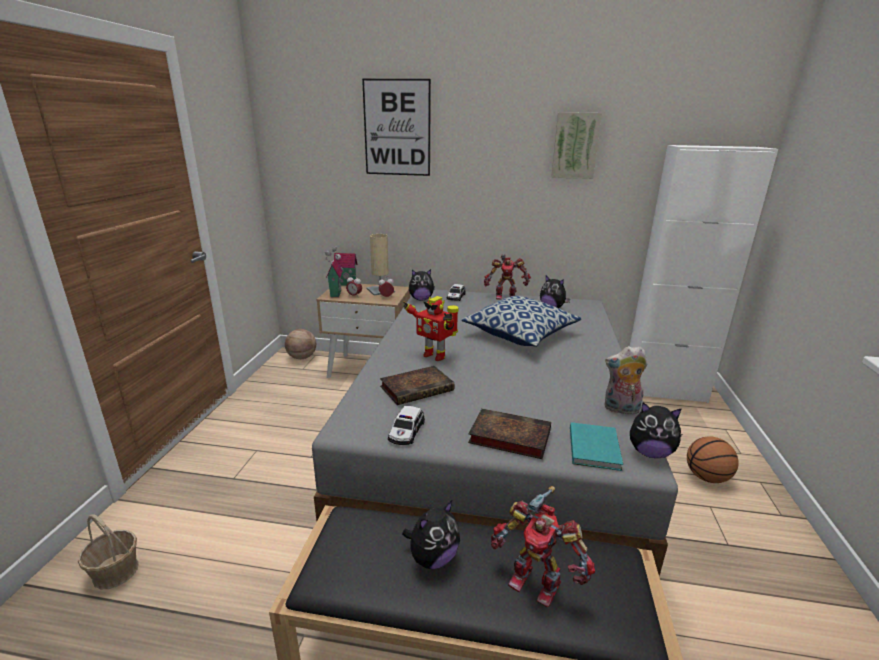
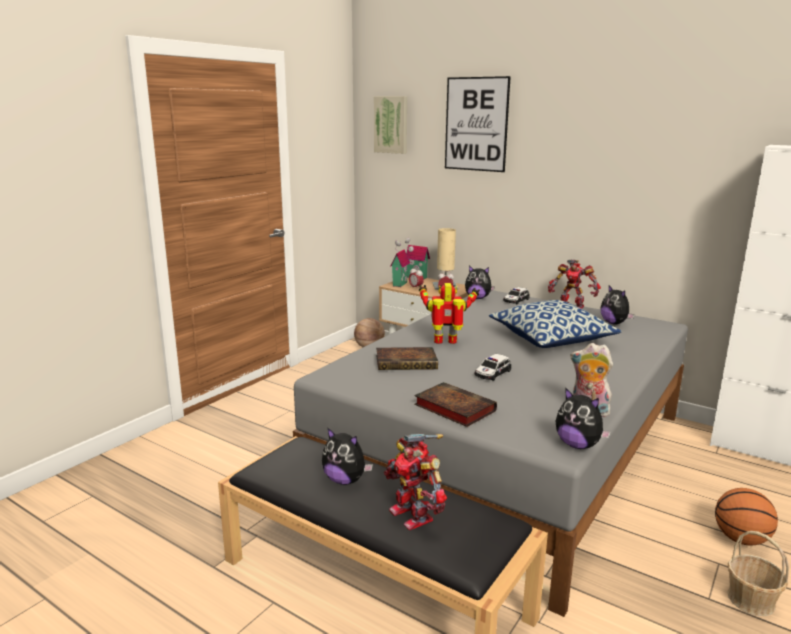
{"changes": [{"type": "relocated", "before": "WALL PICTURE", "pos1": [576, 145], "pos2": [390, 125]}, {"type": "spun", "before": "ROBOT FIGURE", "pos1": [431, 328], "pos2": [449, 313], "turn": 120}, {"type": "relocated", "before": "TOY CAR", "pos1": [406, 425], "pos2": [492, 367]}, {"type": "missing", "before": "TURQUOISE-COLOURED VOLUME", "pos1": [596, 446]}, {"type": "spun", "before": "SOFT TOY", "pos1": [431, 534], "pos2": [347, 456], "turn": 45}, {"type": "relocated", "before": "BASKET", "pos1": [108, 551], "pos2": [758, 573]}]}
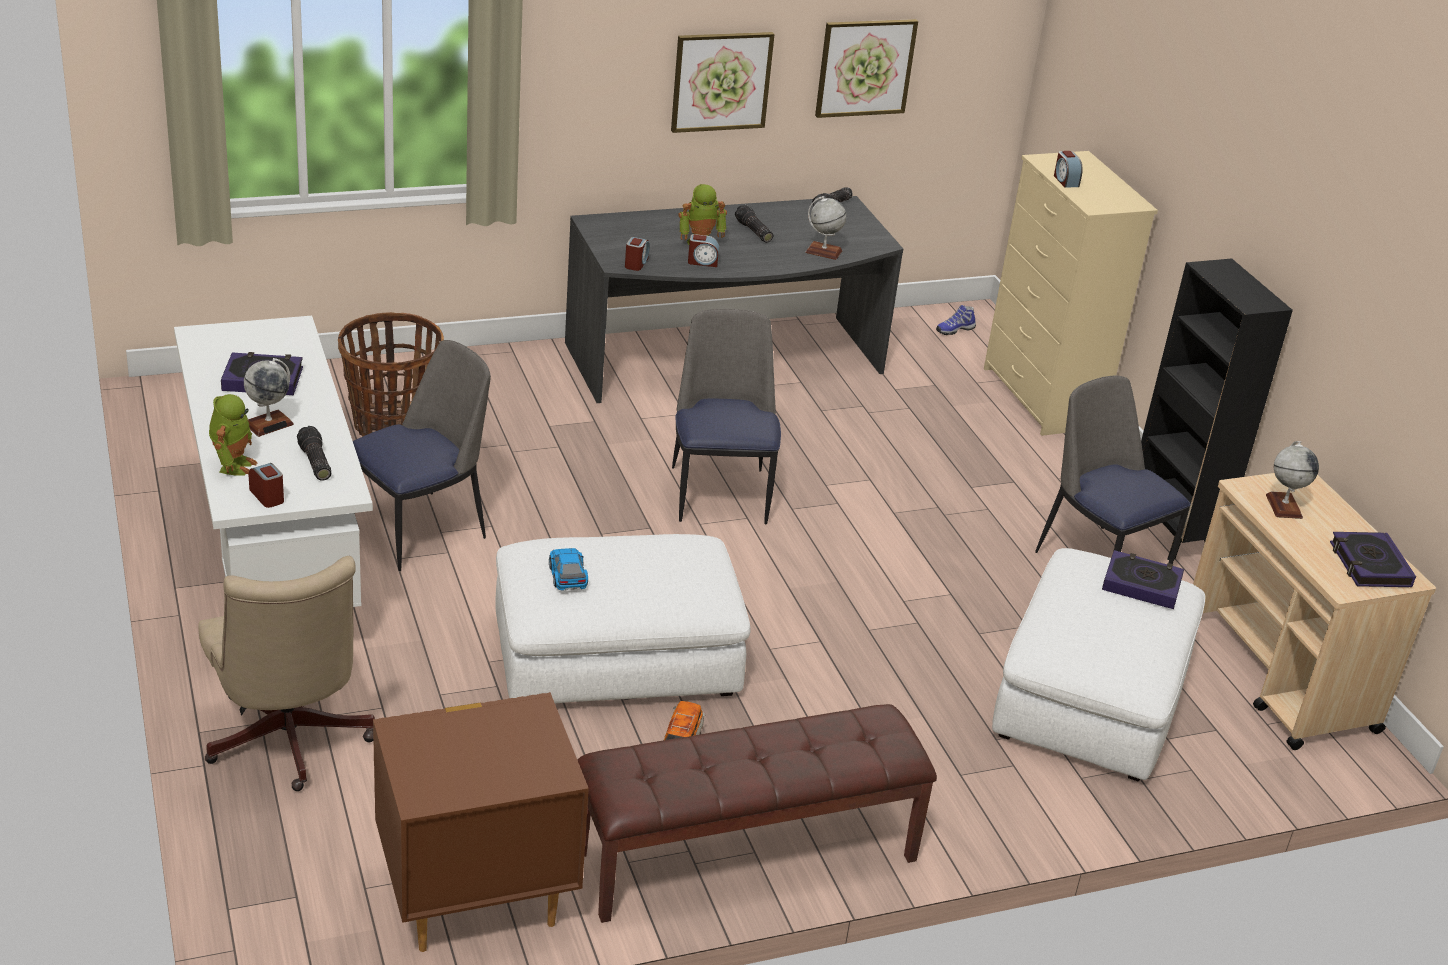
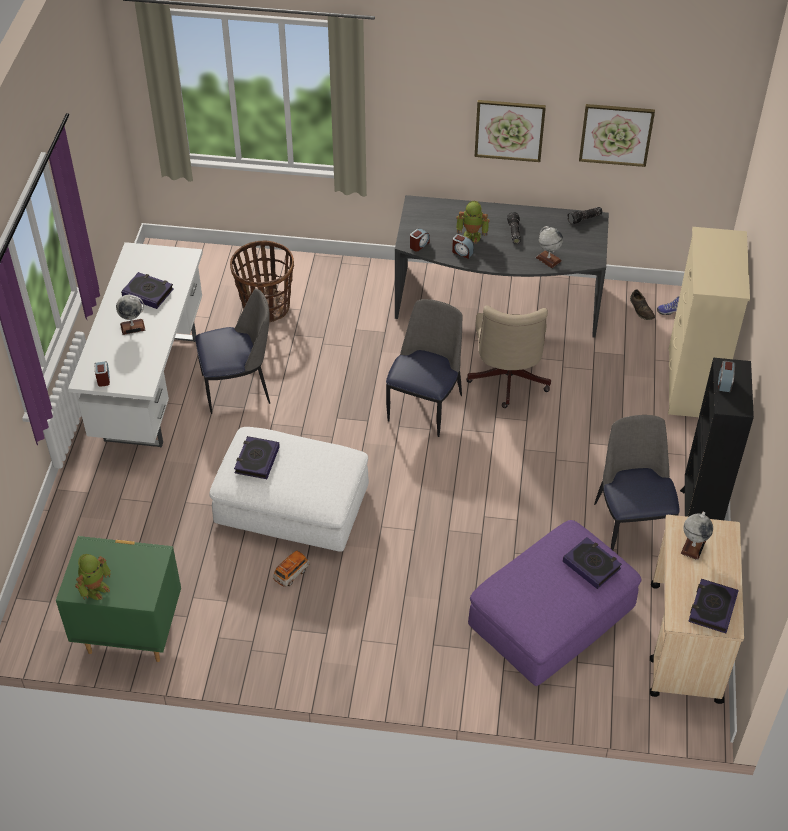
{"changes": [{"type": "relocated", "before": "TABLE CLOCK", "pos1": [1068, 169], "pos2": [726, 376]}, {"type": "relocated", "before": "ROBOT FIGURE", "pos1": [233, 435], "pos2": [93, 577]}, {"type": "missing", "before": "FLASHLIGHT", "pos1": [314, 453]}, {"type": "exchanged", "before": "TOY CAR", "after": "VOLUME", "pos1": [568, 569], "pos2": [257, 457]}, {"type": "colour", "before": "WHITE-COLOURED FOOTREST", "after": "PURPLE-COLOURED FOOTREST", "pos1": [1098, 664], "pos2": [554, 603]}, {"type": "relocated", "before": "BEIGE-COLOURED DESK CHAIR", "pos1": [287, 673], "pos2": [508, 356]}, {"type": "colour", "before": "BROWNISH NIGHTSTAND", "after": "GREEN-COLOURED NIGHTSTAND", "pos1": [481, 822], "pos2": [118, 599]}, {"type": "missing", "before": "BROWNISH BENCH", "pos1": [757, 813]}, {"type": "appeared", "after": "BROWNISH LOW SHOE", "pos2": [642, 304]}]}
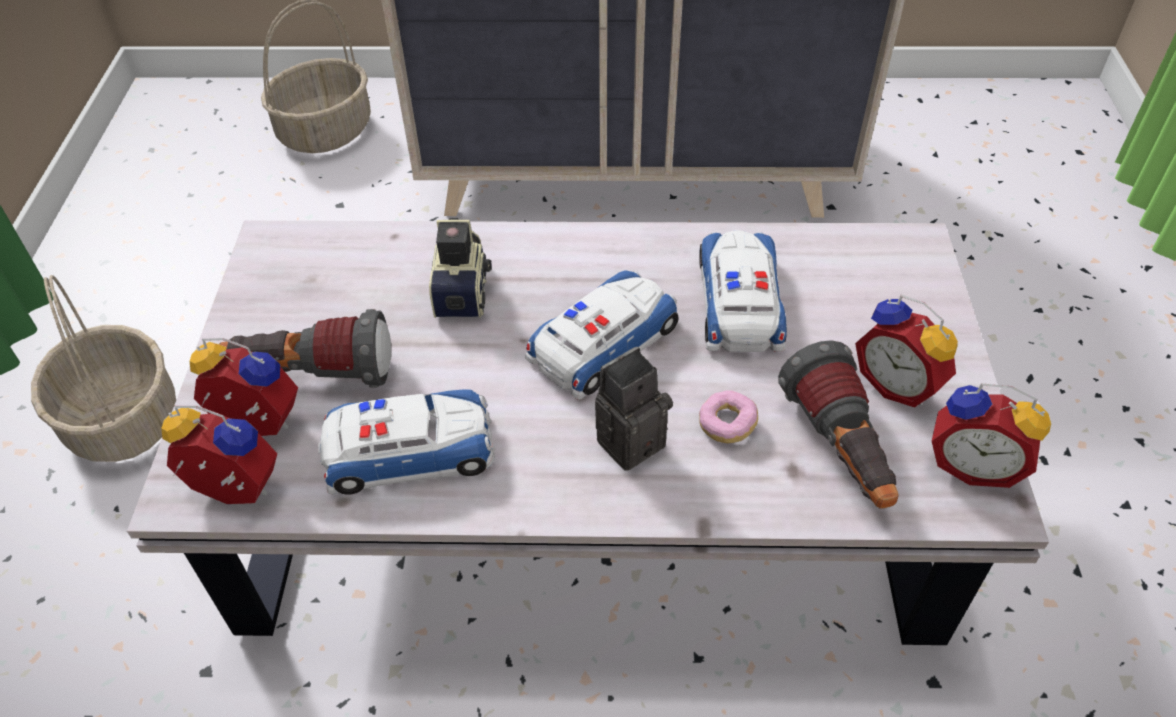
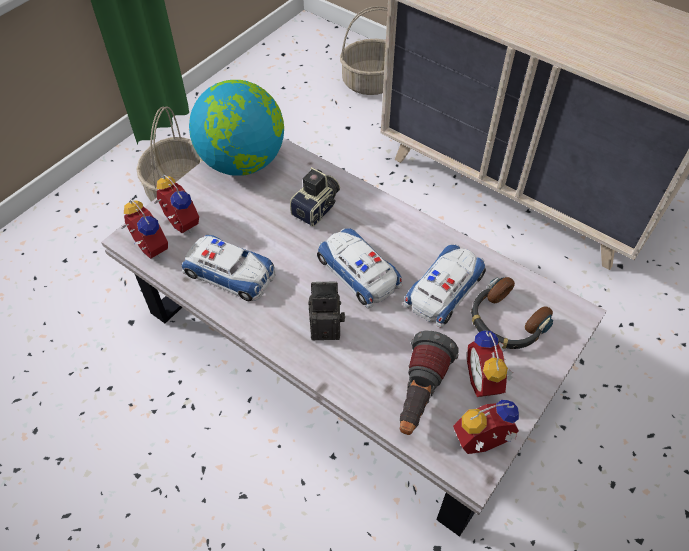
{"changes": [{"type": "spun", "before": "TOY CAR", "pos1": [602, 335], "pos2": [360, 268], "turn": -120}, {"type": "missing", "before": "FLASHLIGHT", "pos1": [305, 348]}, {"type": "spun", "before": "TABLE CLOCK", "pos1": [991, 436], "pos2": [486, 427], "turn": 105}, {"type": "missing", "before": "DOUGHNUT", "pos1": [728, 416]}, {"type": "appeared", "after": "DESK GLOBE", "pos2": [236, 128]}, {"type": "appeared", "after": "HEADSET", "pos2": [512, 313]}]}
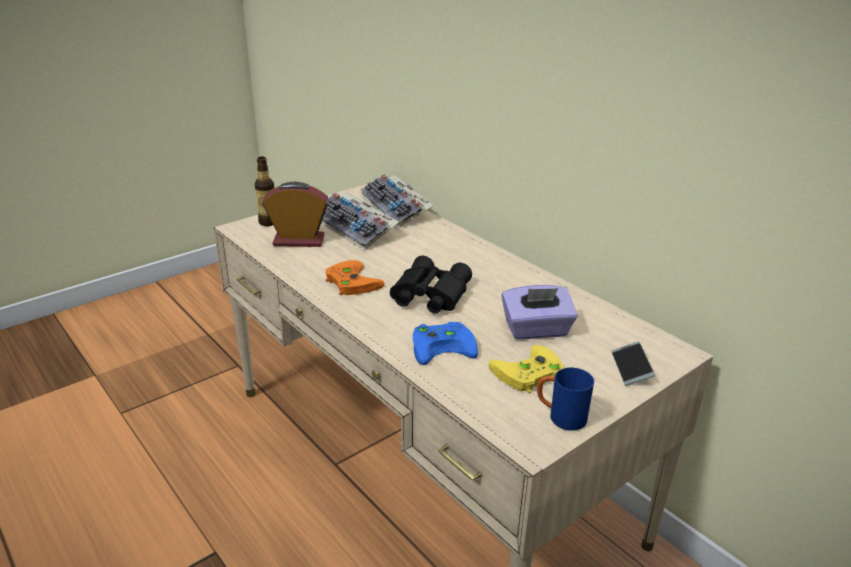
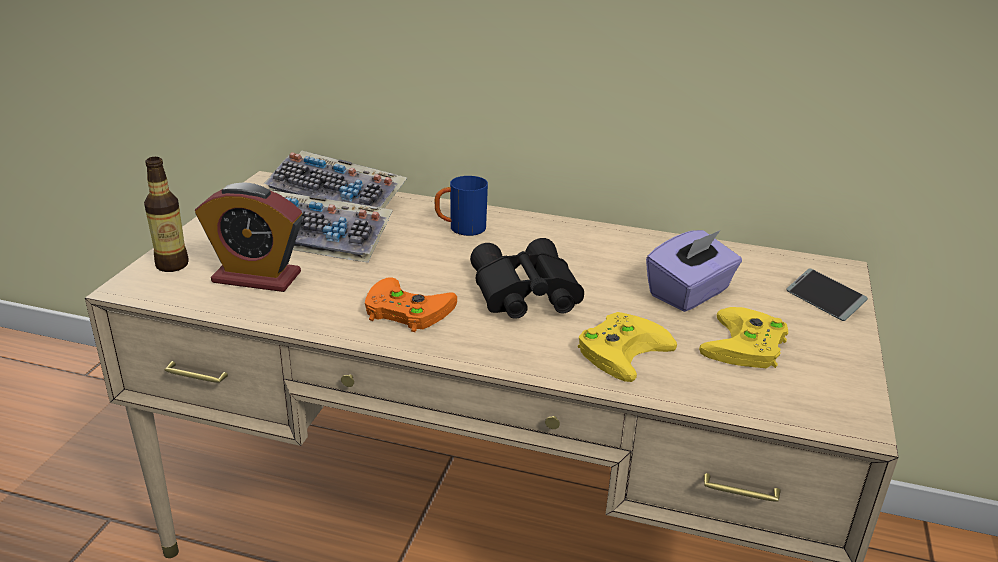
{"changes": [{"type": "spun", "before": "TABLE CLOCK", "pos1": [295, 214], "pos2": [249, 237], "turn": -135}, {"type": "colour", "before": "BLUE-COLOURED JOYPAD", "after": "YELLOW-COLOURED JOYPAD", "pos1": [445, 343], "pos2": [627, 347]}, {"type": "relocated", "before": "BLUE-COLOURED MUG", "pos1": [565, 399], "pos2": [461, 206]}]}
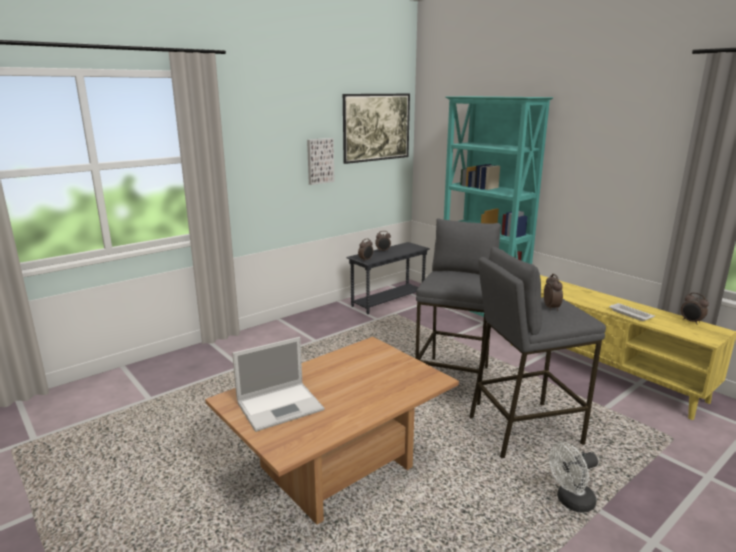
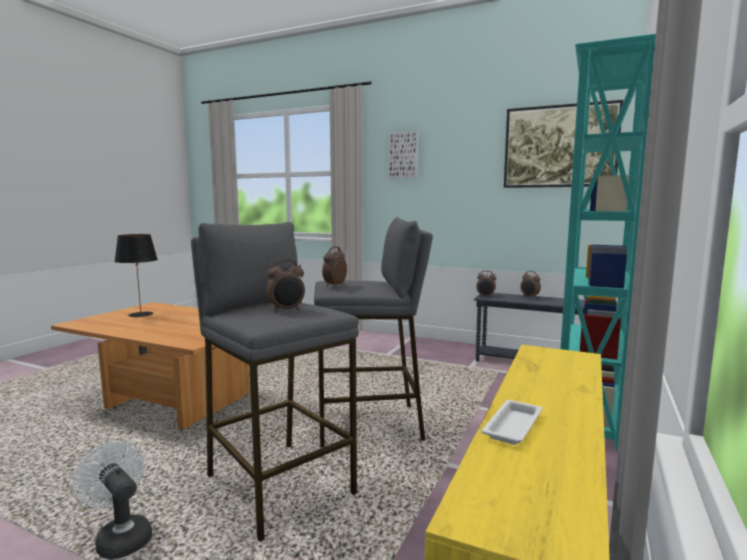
{"changes": [{"type": "relocated", "before": "WALL PICTURE", "pos1": [321, 161], "pos2": [403, 155]}, {"type": "relocated", "before": "TABLE CLOCK", "pos1": [695, 308], "pos2": [334, 266]}, {"type": "exchanged", "before": "PORTABLE COMPUTER", "after": "BLACK LAMP FOR A TABLE", "pos1": [278, 384], "pos2": [136, 275]}]}
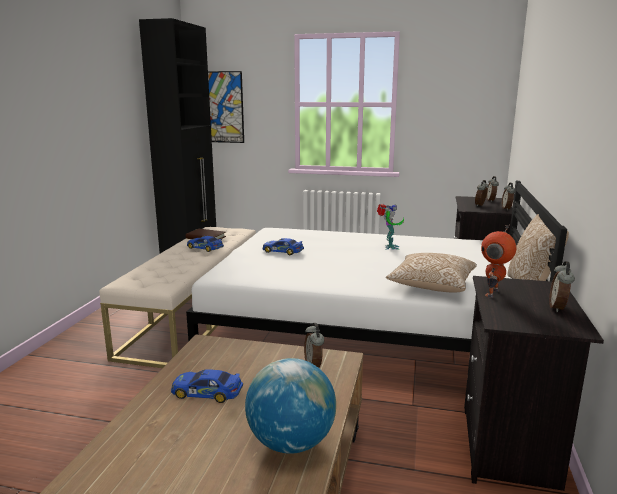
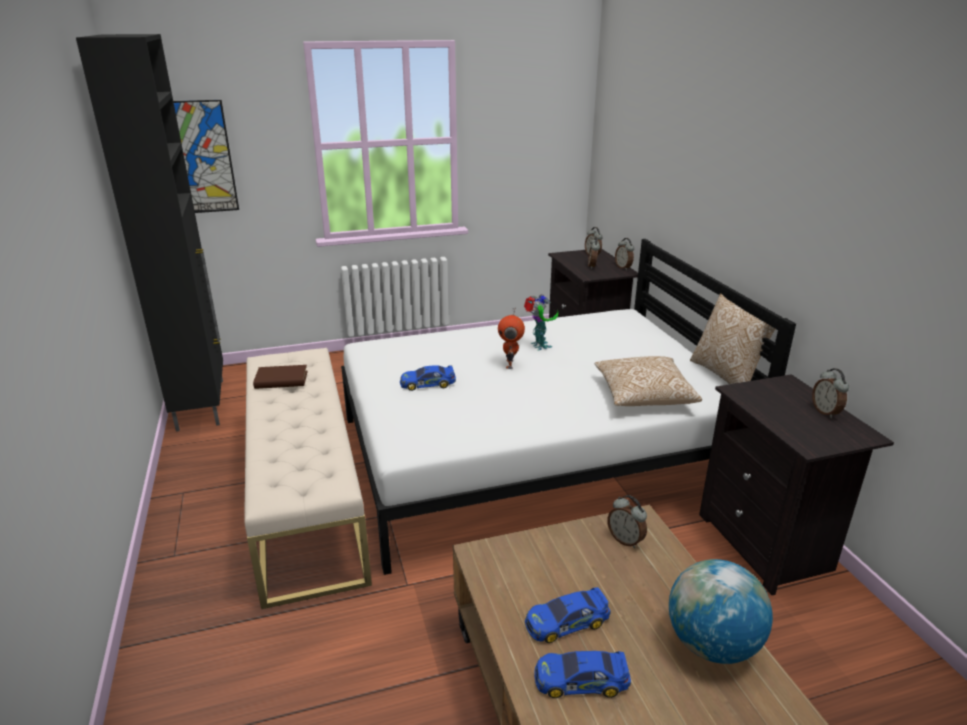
{"changes": [{"type": "relocated", "before": "ROBOT FIGURE", "pos1": [498, 261], "pos2": [511, 338]}, {"type": "relocated", "before": "TOY CAR", "pos1": [205, 244], "pos2": [582, 674]}]}
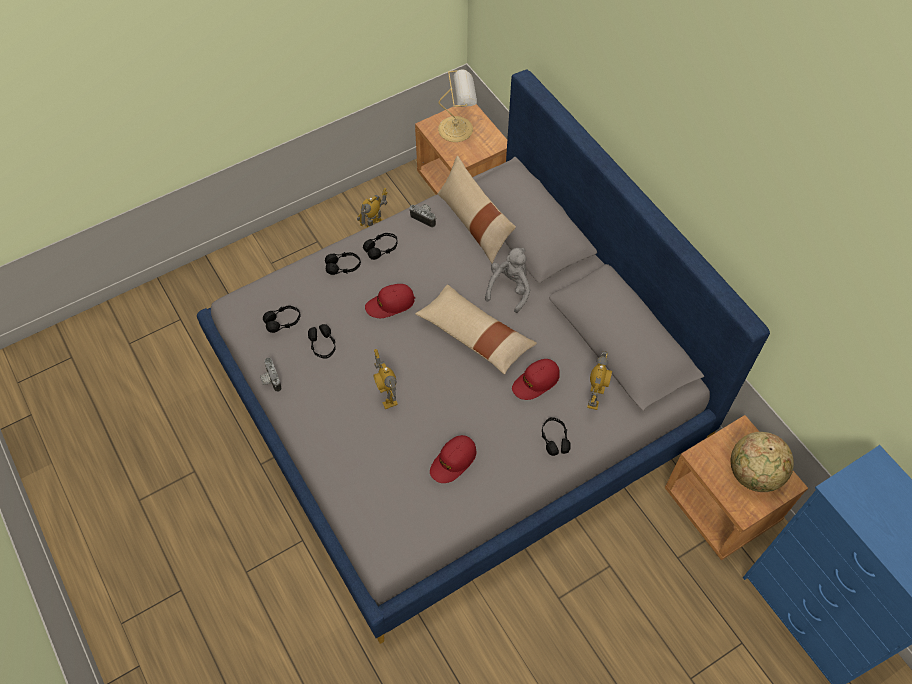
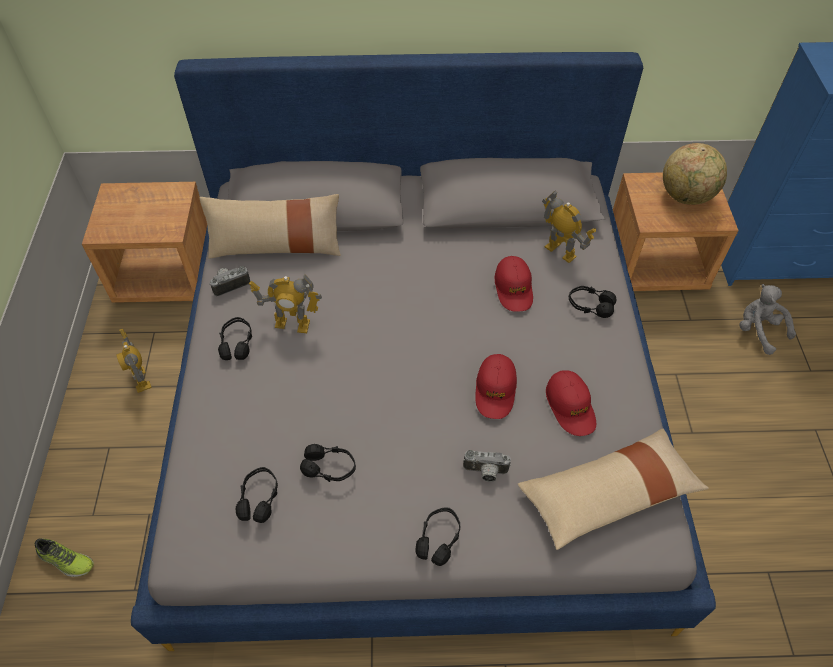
{"changes": [{"type": "missing", "before": "LAMP FOR A TABLE", "pos1": [457, 105]}, {"type": "relocated", "before": "GRAY SOFT TOY", "pos1": [507, 280], "pos2": [767, 319]}, {"type": "relocated", "before": "BLACK HEADSET", "pos1": [343, 263], "pos2": [437, 536]}, {"type": "relocated", "before": "REDDISH BASEBALL CAP", "pos1": [390, 301], "pos2": [496, 386]}, {"type": "relocated", "before": "BEIGE-COLOURED THROW PILLOW", "pos1": [476, 330], "pos2": [613, 489]}, {"type": "relocated", "before": "ROBOT FIGURE", "pos1": [385, 379], "pos2": [285, 303]}, {"type": "relocated", "before": "PHOTO CAMERA", "pos1": [270, 374], "pos2": [487, 466]}, {"type": "appeared", "after": "LOW SHOE", "pos2": [64, 557]}]}
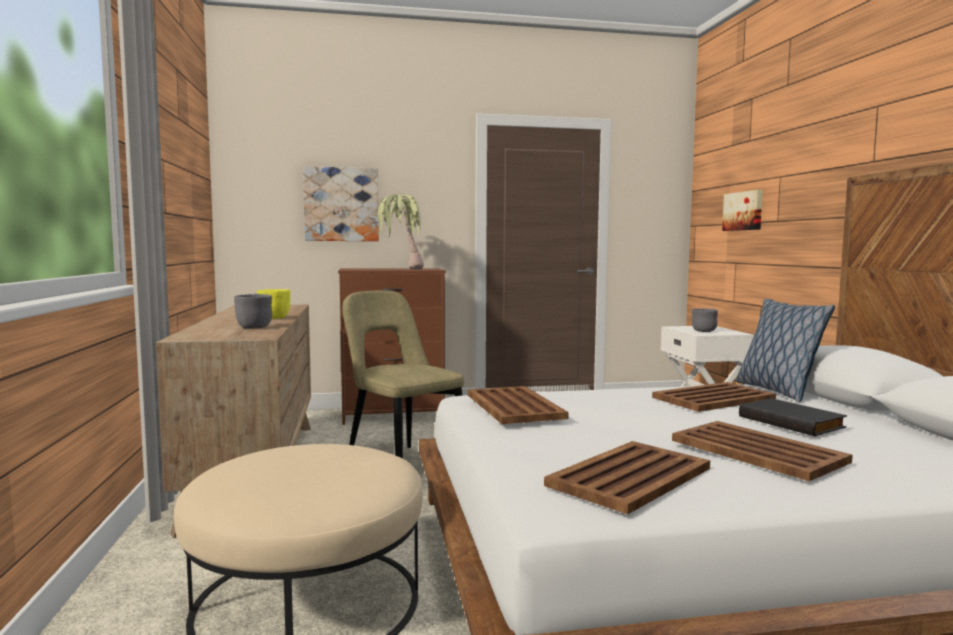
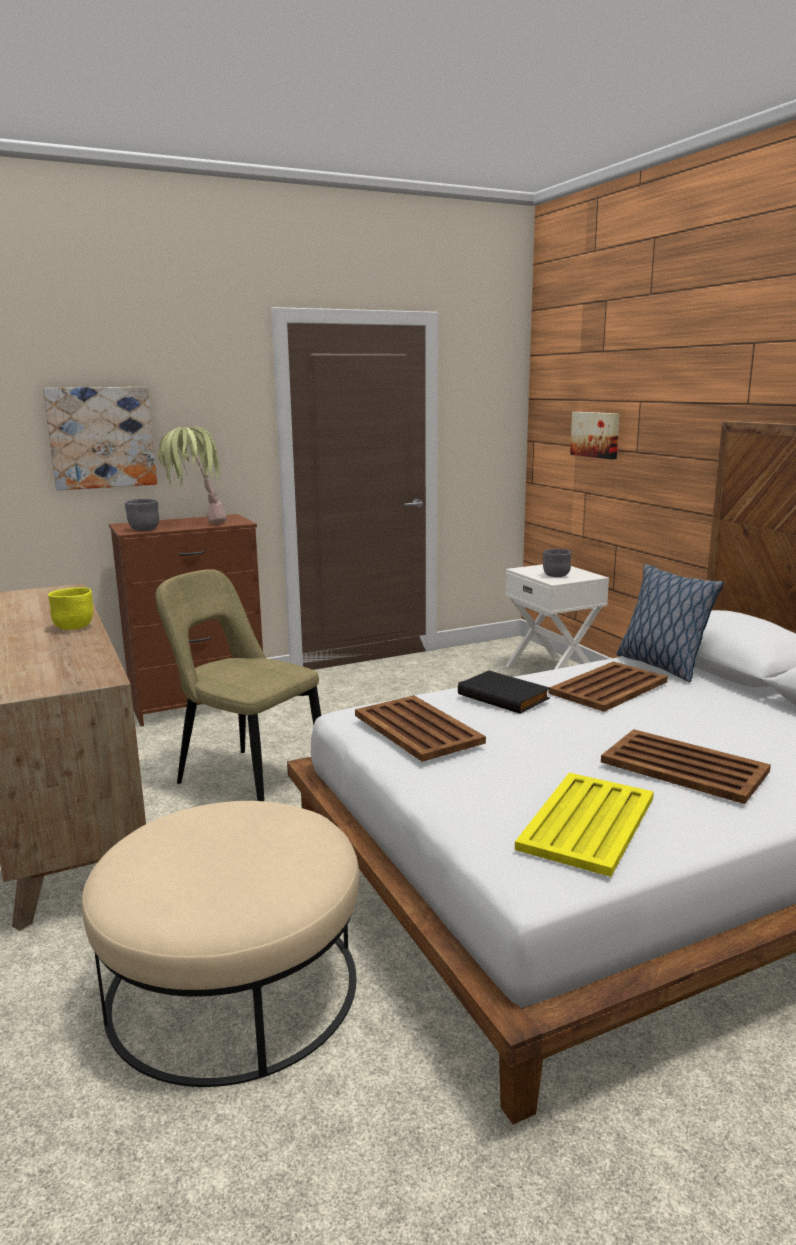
{"changes": [{"type": "relocated", "before": "GRAY DEEP DISH", "pos1": [253, 311], "pos2": [142, 515]}, {"type": "relocated", "before": "BLACK VOLUME", "pos1": [793, 417], "pos2": [504, 692]}, {"type": "colour", "before": "BROWNISH SERVING TRAY", "after": "YELLOW-COLOURED SERVING TRAY", "pos1": [627, 477], "pos2": [584, 825]}]}
